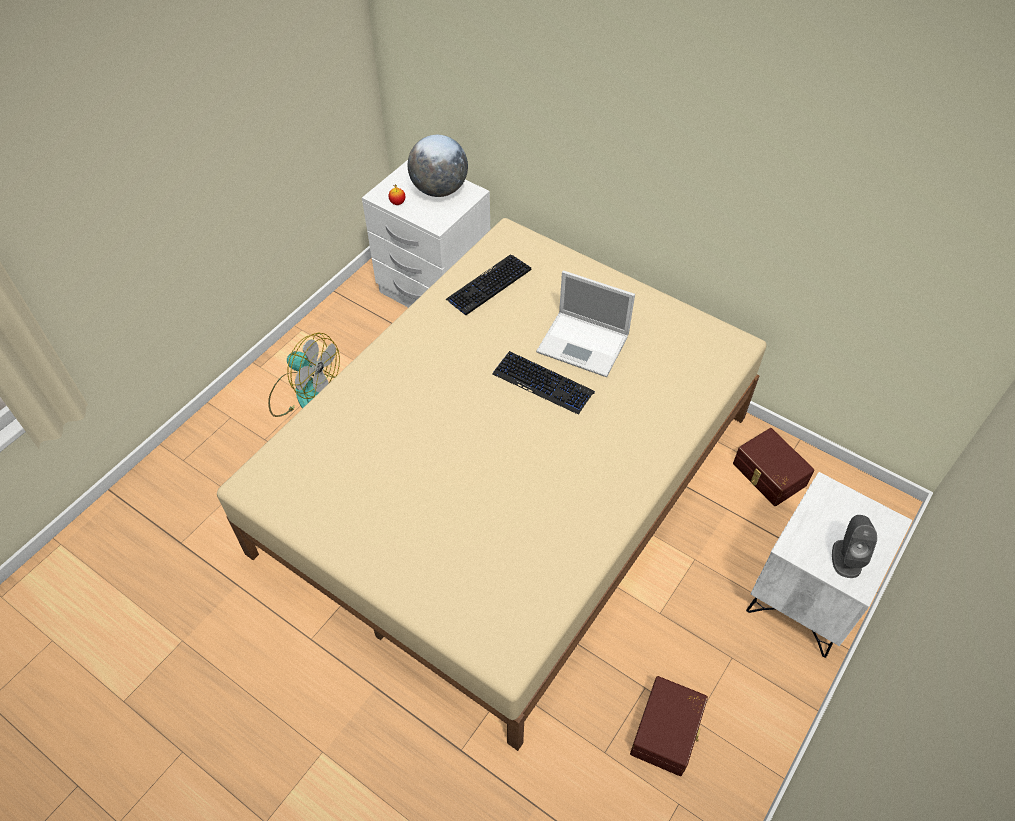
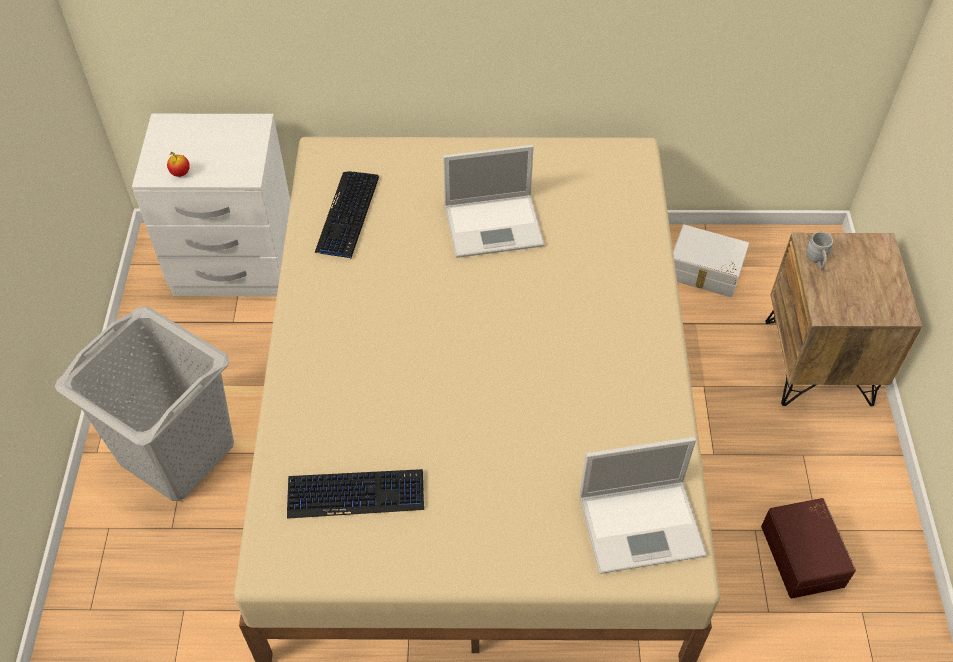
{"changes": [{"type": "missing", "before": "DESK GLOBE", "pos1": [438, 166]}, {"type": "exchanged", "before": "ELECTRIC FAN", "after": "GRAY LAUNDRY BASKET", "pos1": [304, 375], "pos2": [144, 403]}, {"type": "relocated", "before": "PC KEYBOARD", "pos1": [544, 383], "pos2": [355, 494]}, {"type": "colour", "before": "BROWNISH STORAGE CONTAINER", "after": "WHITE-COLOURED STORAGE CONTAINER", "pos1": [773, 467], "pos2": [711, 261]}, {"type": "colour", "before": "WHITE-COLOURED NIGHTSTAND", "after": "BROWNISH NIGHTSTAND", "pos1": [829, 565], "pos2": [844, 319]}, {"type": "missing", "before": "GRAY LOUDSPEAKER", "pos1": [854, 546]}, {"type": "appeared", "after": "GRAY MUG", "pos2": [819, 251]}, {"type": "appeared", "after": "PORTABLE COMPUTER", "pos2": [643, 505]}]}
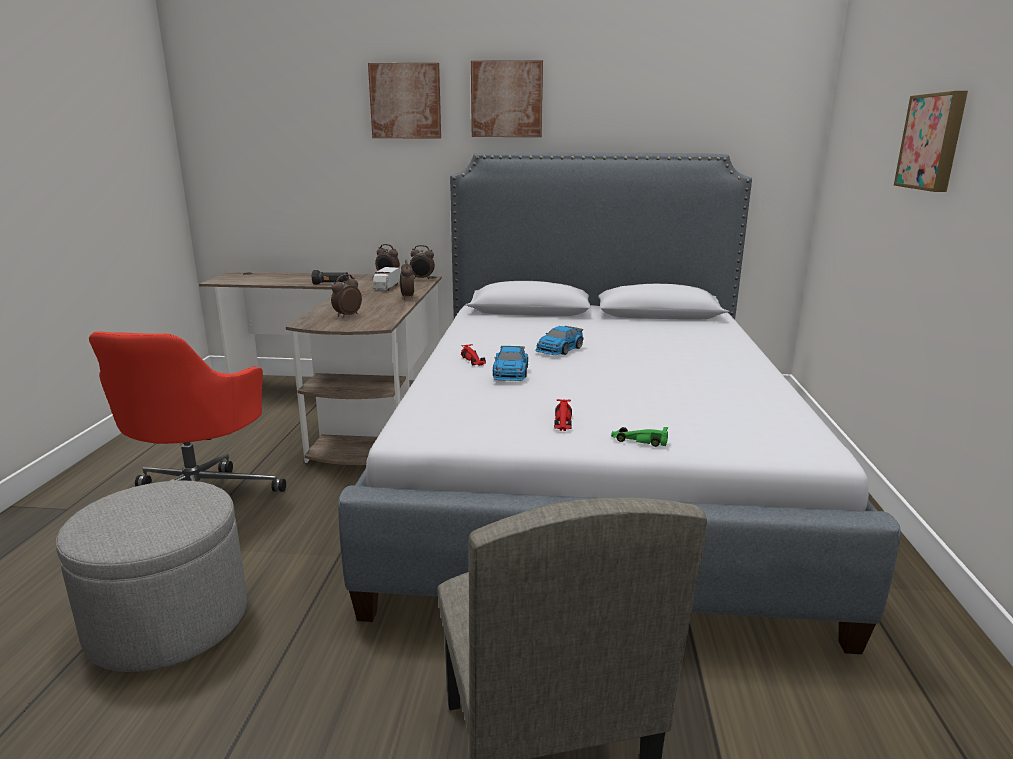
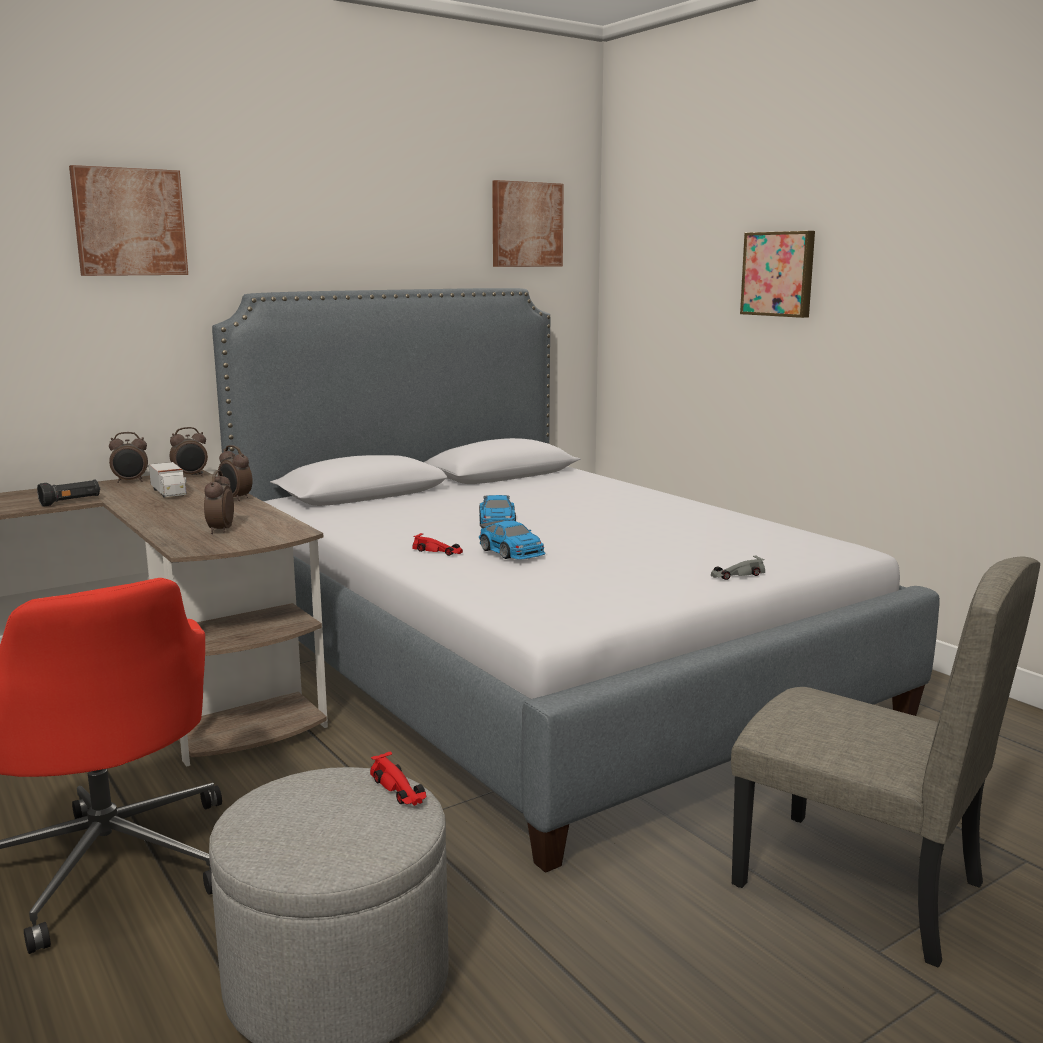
{"changes": [{"type": "relocated", "before": "WALL PICTURE", "pos1": [507, 98], "pos2": [528, 223]}, {"type": "relocated", "before": "REDDISH TOY CAR", "pos1": [563, 415], "pos2": [398, 779]}, {"type": "colour", "before": "GREEN-COLOURED TOY CAR", "after": "GRAY TOY CAR", "pos1": [639, 437], "pos2": [738, 568]}]}
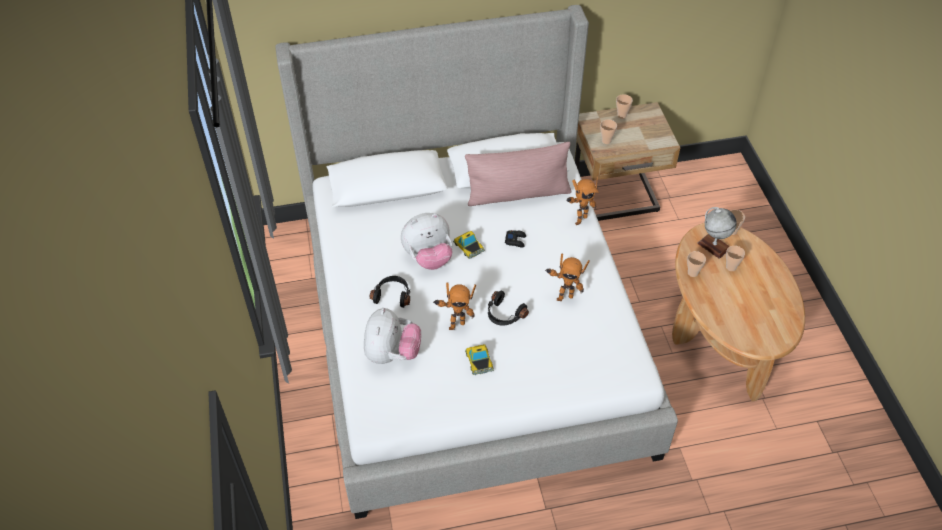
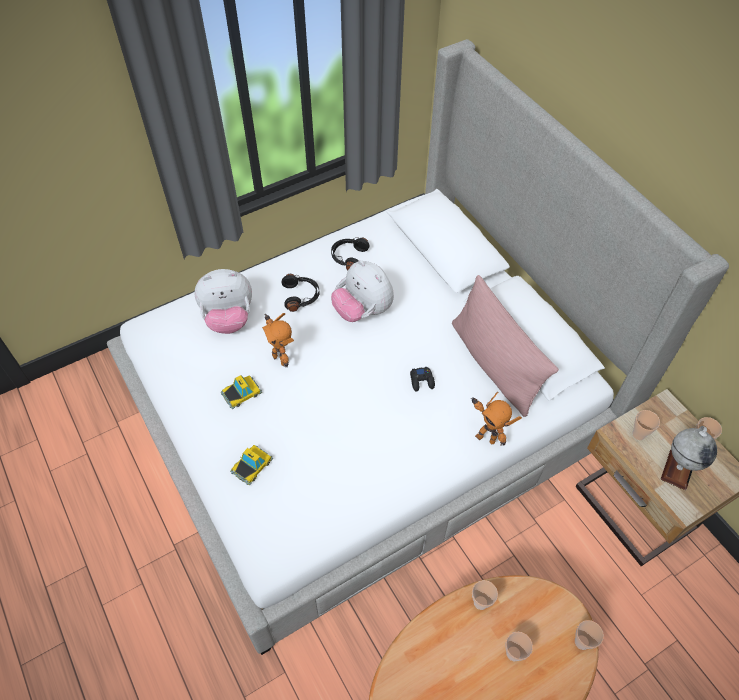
{"changes": [{"type": "relocated", "before": "DESK GLOBE", "pos1": [717, 233], "pos2": [689, 458]}, {"type": "relocated", "before": "TOY CAR", "pos1": [469, 245], "pos2": [251, 465]}, {"type": "missing", "before": "ROBOT FIGURE", "pos1": [567, 277]}, {"type": "relocated", "before": "BLACK HEADSET", "pos1": [508, 308], "pos2": [350, 253]}]}
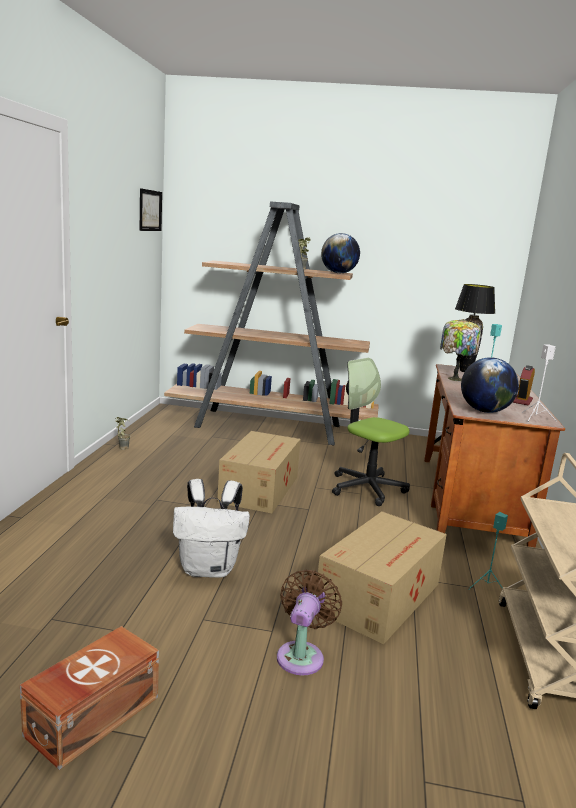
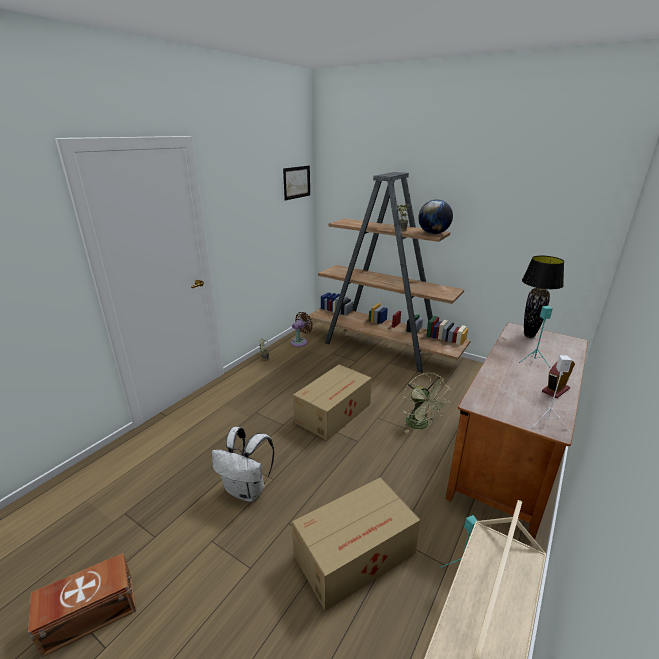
{"changes": [{"type": "missing", "before": "LAMP FOR A TABLE", "pos1": [460, 350]}, {"type": "missing", "before": "DESK GLOBE", "pos1": [490, 385]}, {"type": "exchanged", "before": "DESK CHAIR", "after": "GREEN-COLOURED ELECTRIC FAN", "pos1": [371, 432], "pos2": [426, 403]}, {"type": "relocated", "before": "BROWNISH ELECTRIC FAN", "pos1": [309, 622], "pos2": [302, 329]}]}
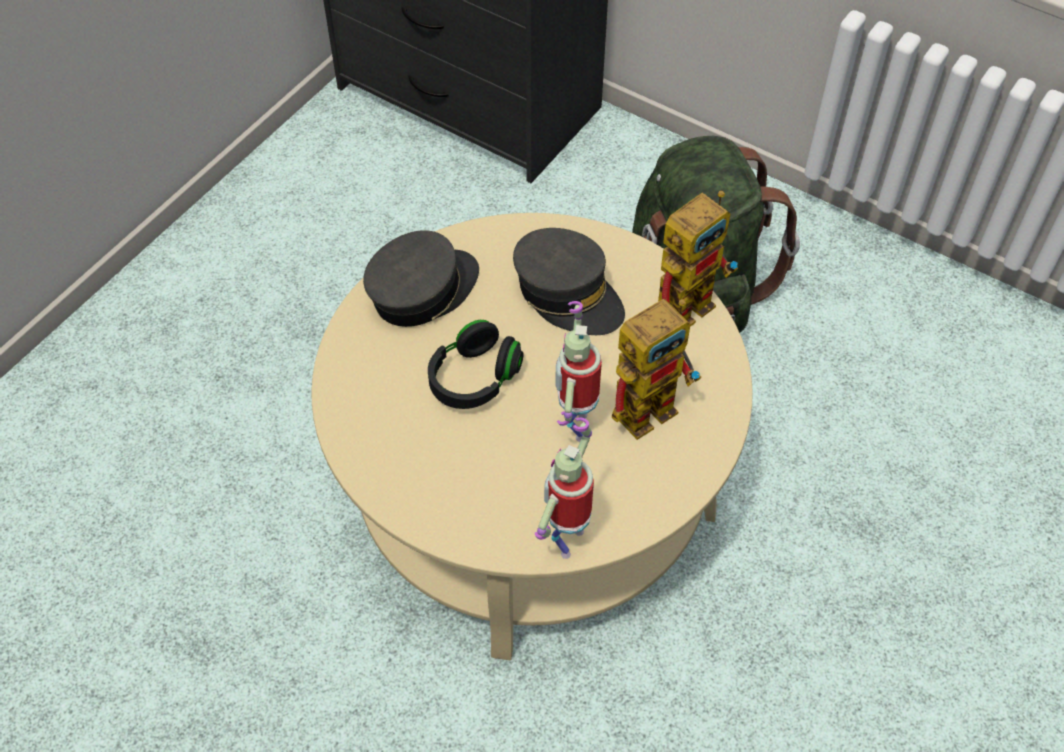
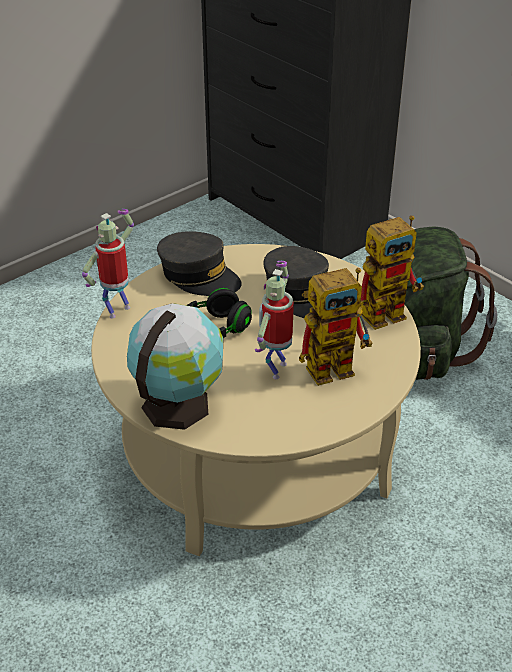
{"changes": [{"type": "spun", "before": "GRAY BASEBALL CAP", "pos1": [421, 278], "pos2": [199, 263], "turn": 60}, {"type": "relocated", "before": "ROBOT FIGURE", "pos1": [564, 488], "pos2": [108, 264]}, {"type": "appeared", "after": "DESK GLOBE", "pos2": [175, 366]}]}
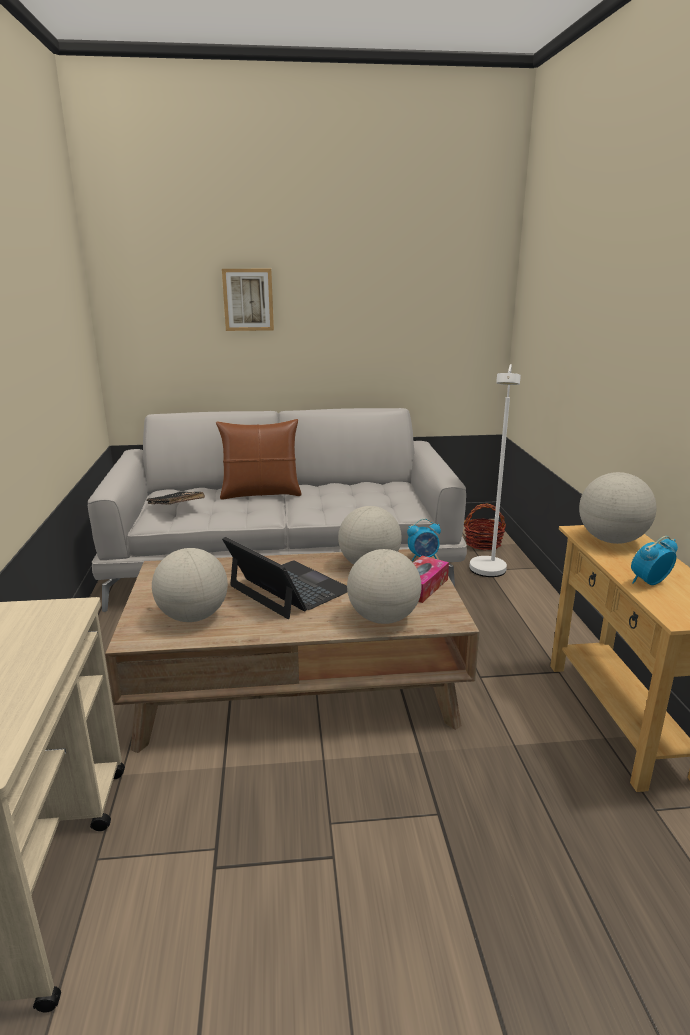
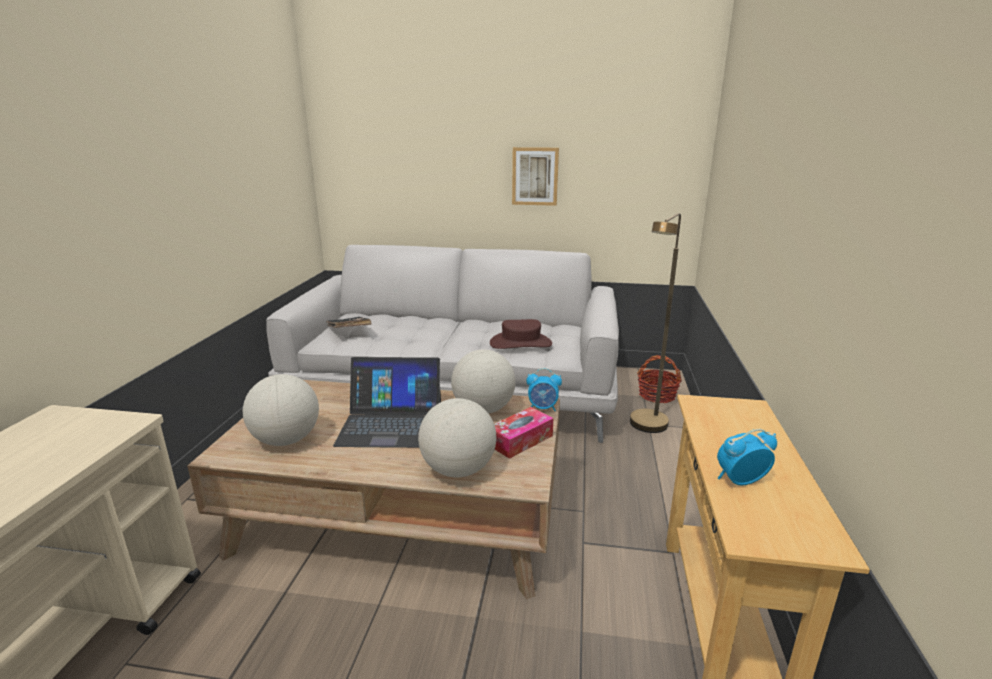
{"changes": [{"type": "relocated", "before": "WALL PICTURE", "pos1": [248, 300], "pos2": [535, 176]}, {"type": "colour", "before": "WHITE-COLOURED STANDARD LAMP", "after": "BROWNISH STANDARD LAMP", "pos1": [495, 470], "pos2": [655, 323]}, {"type": "missing", "before": "BROWNISH THROW PILLOW", "pos1": [259, 459]}, {"type": "missing", "before": "DESK GLOBE", "pos1": [617, 508]}, {"type": "spun", "before": "PORTABLE COMPUTER", "pos1": [284, 578], "pos2": [387, 402], "turn": 120}, {"type": "appeared", "after": "BROWNISH CLOTHING HAT", "pos2": [521, 334]}]}
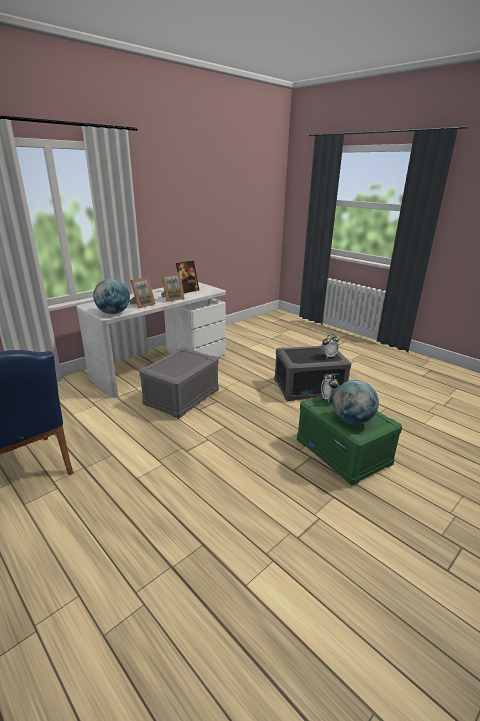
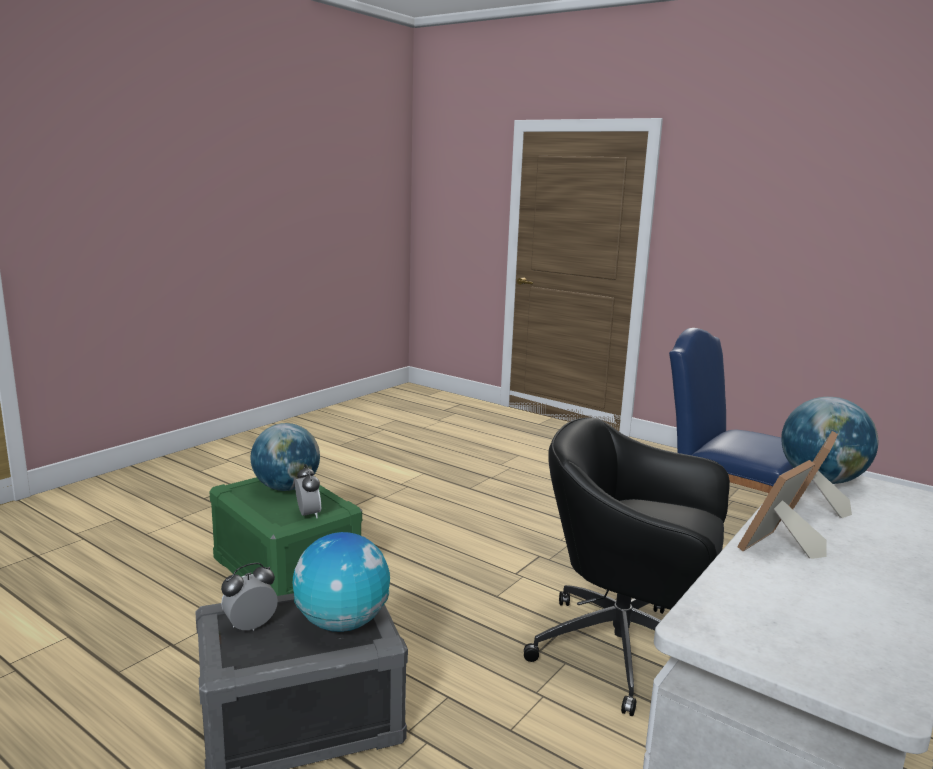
{"changes": [{"type": "missing", "before": "STANDING FRAME", "pos1": [187, 277]}, {"type": "exchanged", "before": "GRAY STORAGE CONTAINER", "after": "BLACK DESK CHAIR", "pos1": [179, 383], "pos2": [627, 566]}, {"type": "appeared", "after": "DESK GLOBE", "pos2": [341, 582]}]}
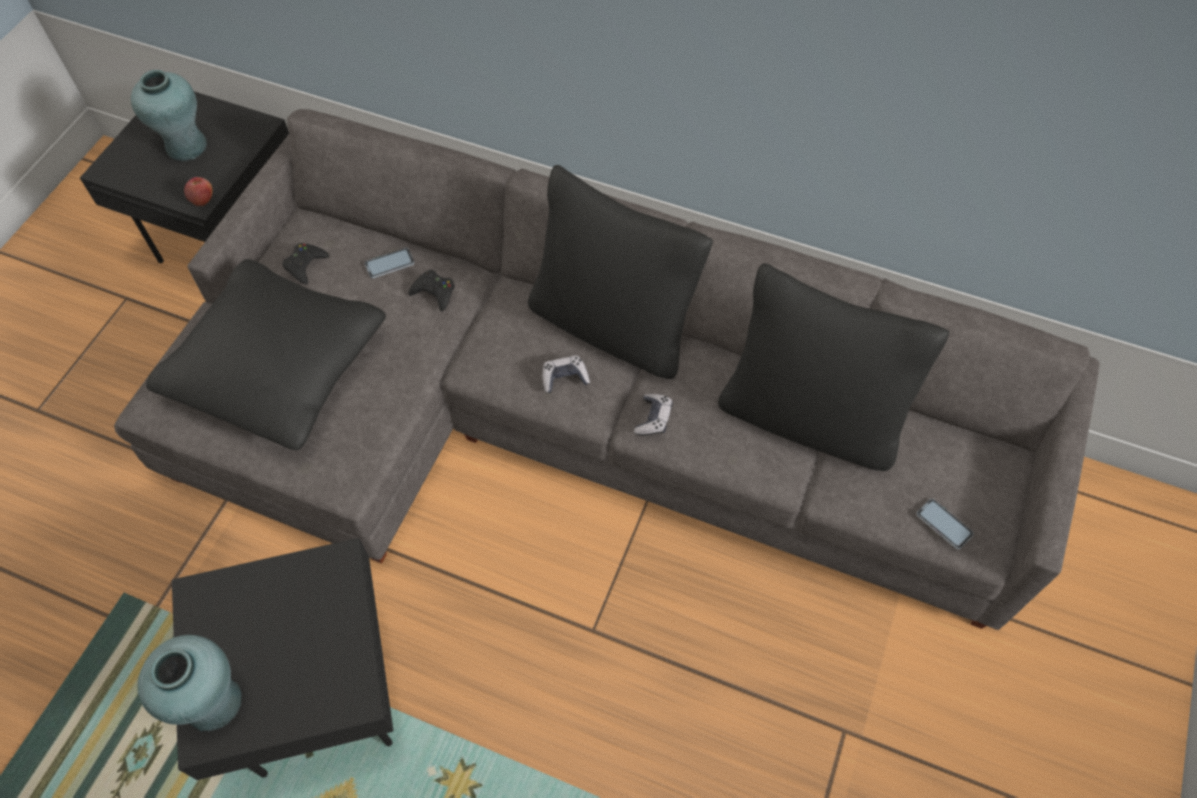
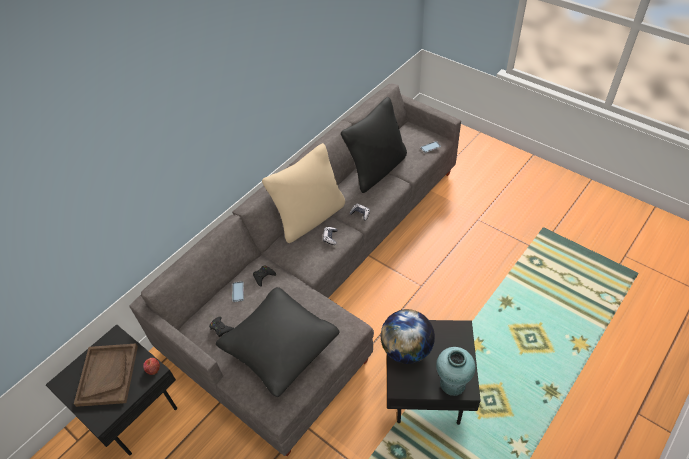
{"changes": [{"type": "exchanged", "before": "TURQUOISE-COLOURED FLOWER VASE", "after": "BROWNISH SERVING TRAY", "pos1": [169, 115], "pos2": [106, 375]}, {"type": "colour", "before": "BLACK THROW PILLOW", "after": "BEIGE-COLOURED THROW PILLOW", "pos1": [620, 272], "pos2": [303, 193]}, {"type": "appeared", "after": "DESK GLOBE", "pos2": [408, 336]}]}
